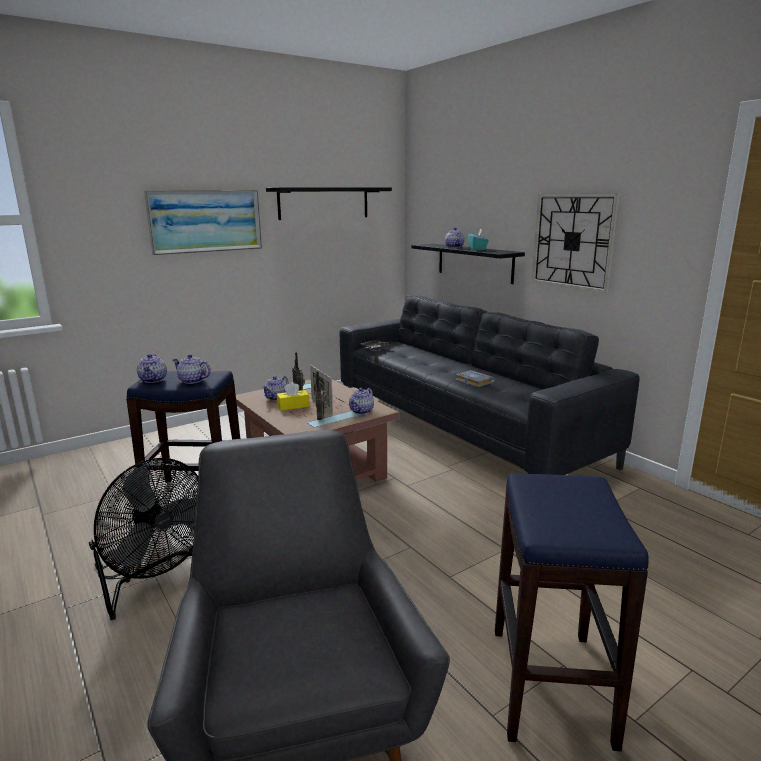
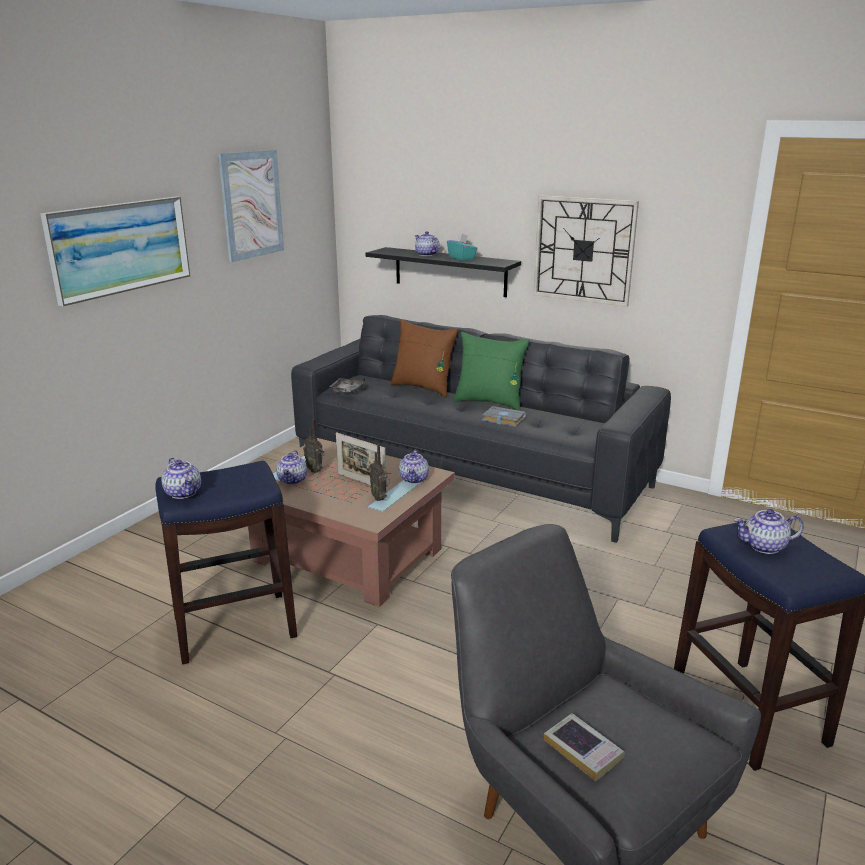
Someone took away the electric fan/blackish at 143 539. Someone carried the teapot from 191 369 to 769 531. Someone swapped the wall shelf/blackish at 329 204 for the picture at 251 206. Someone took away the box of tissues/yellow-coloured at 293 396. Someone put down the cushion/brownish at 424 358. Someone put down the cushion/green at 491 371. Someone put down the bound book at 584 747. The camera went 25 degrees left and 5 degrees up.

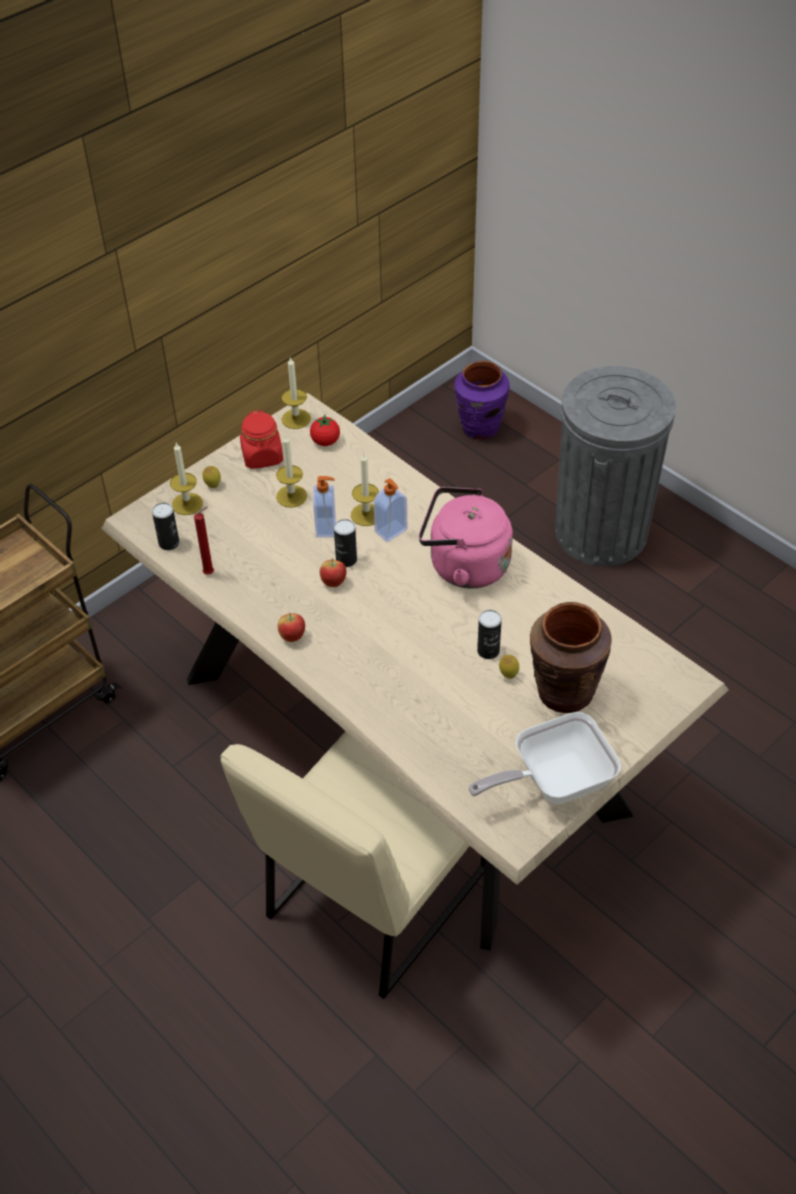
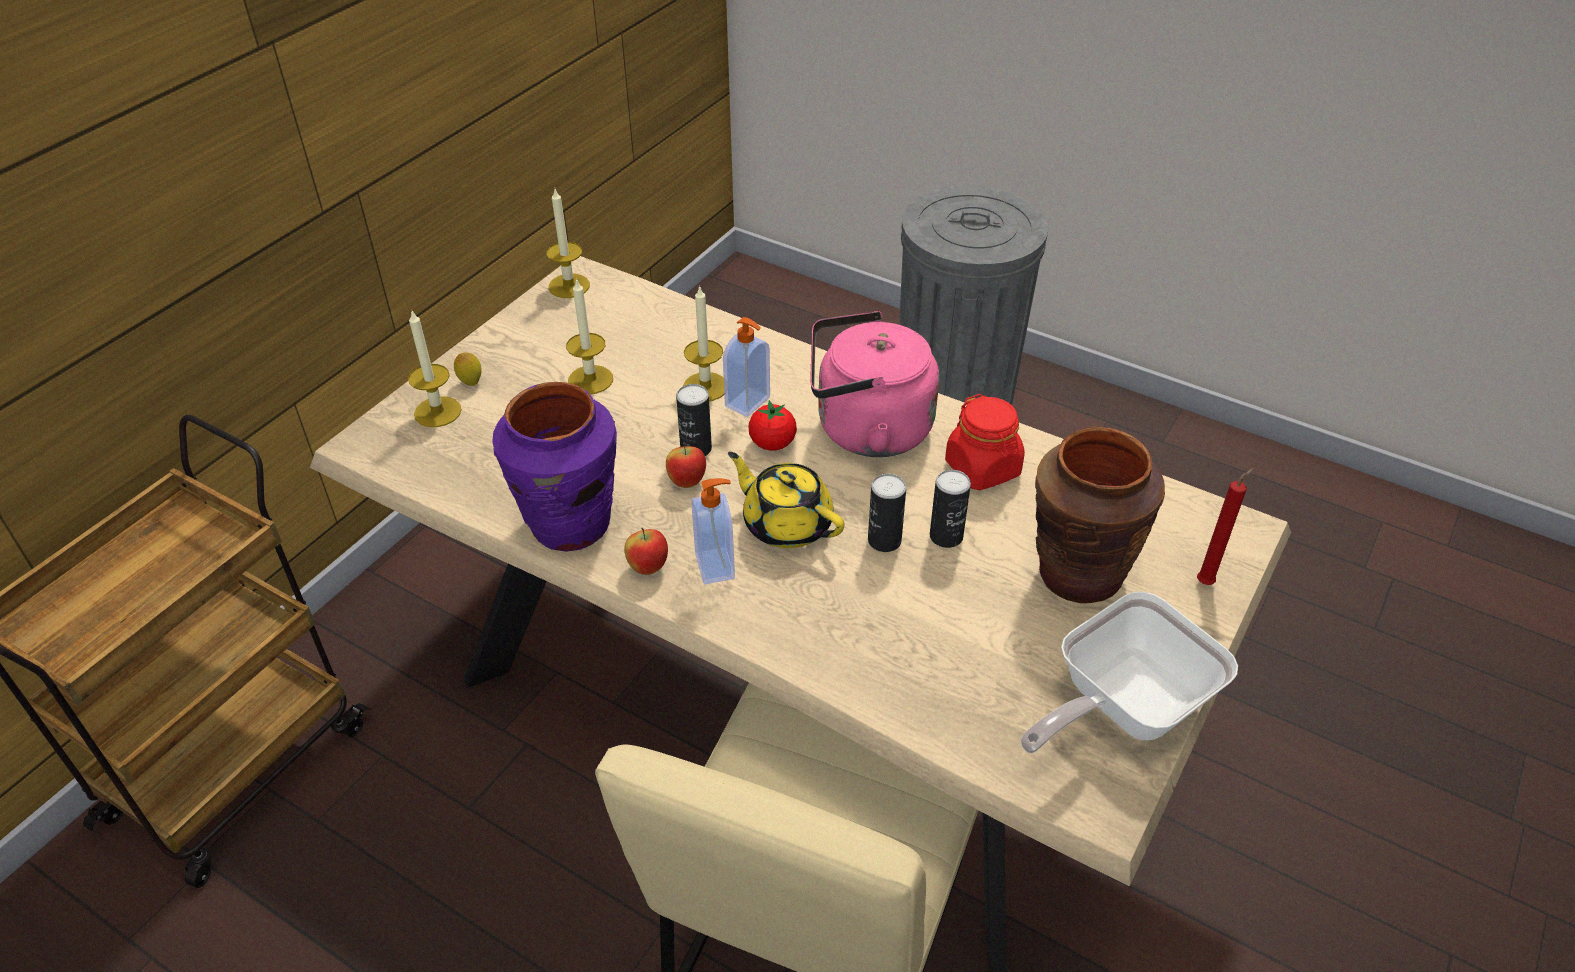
Someone carried the metal can from 165 526 to 887 513. Someone carried the candle/red-coloured from 204 541 to 1225 526. Someone carried the storage jar/red-coloured from 261 439 to 985 442. Someone carried the fresh tomato from 325 430 to 773 425. Someone carried the soap dispenser from 324 507 to 713 531. Someone carried the decorative vase/purplish from 482 400 to 554 467. Someone took away the whole lemon at 509 667. Someone put down the teapot/yellow-coloured at 786 500. The camera went 15 degrees left and 5 degrees down.

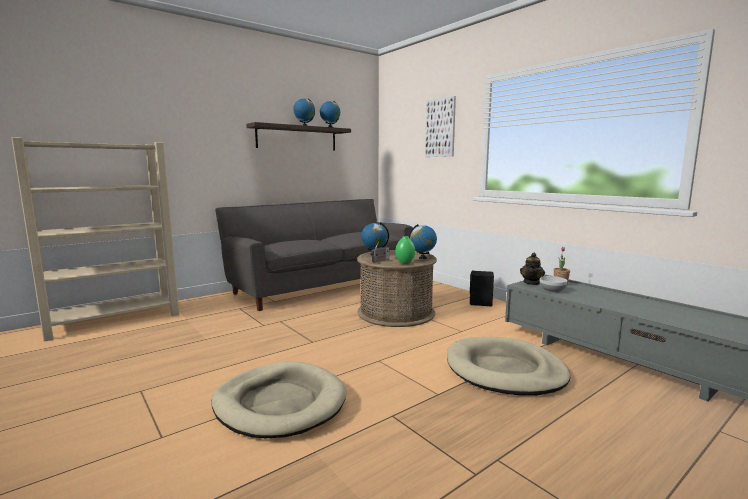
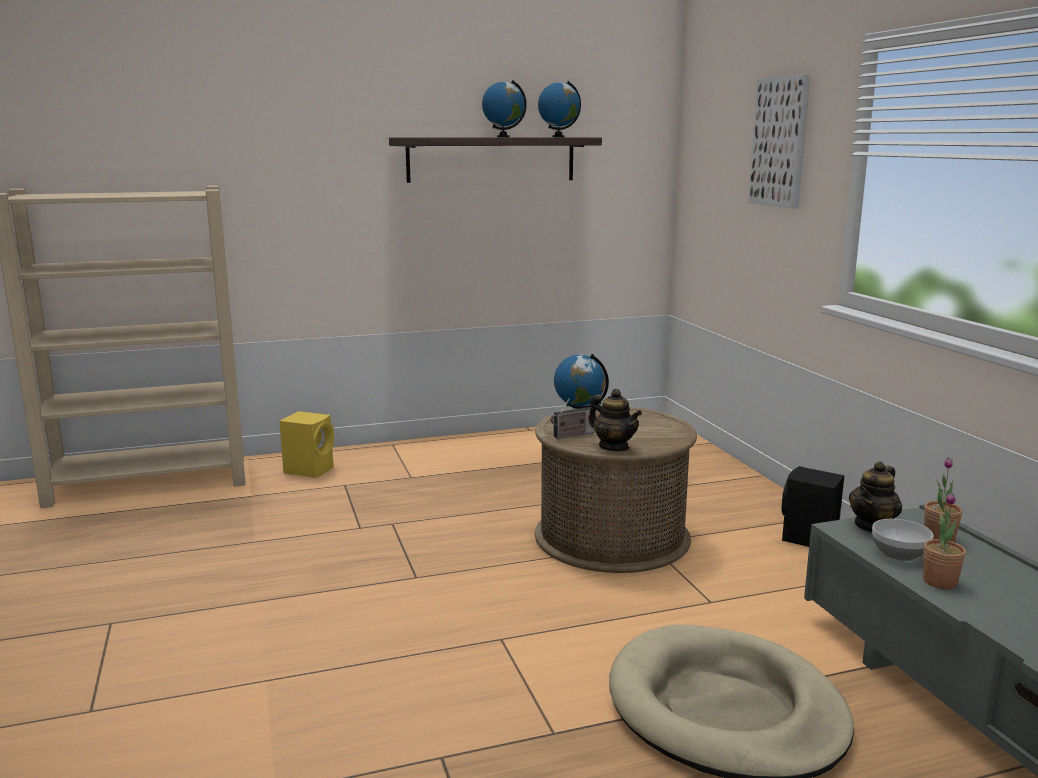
Someone took away the dog cushion/beige-coloured at 279 399. Someone took away the settee/gray at 314 255. Someone swapped the decorative vase/green at 405 250 for the teapot at 615 420. Someone took away the desk globe at 423 241. Someone put down the loudspeaker/yellow-coloured at 306 444. Someone put down the houseplant at 944 540. The camera went 20 degrees right and 5 degrees up.

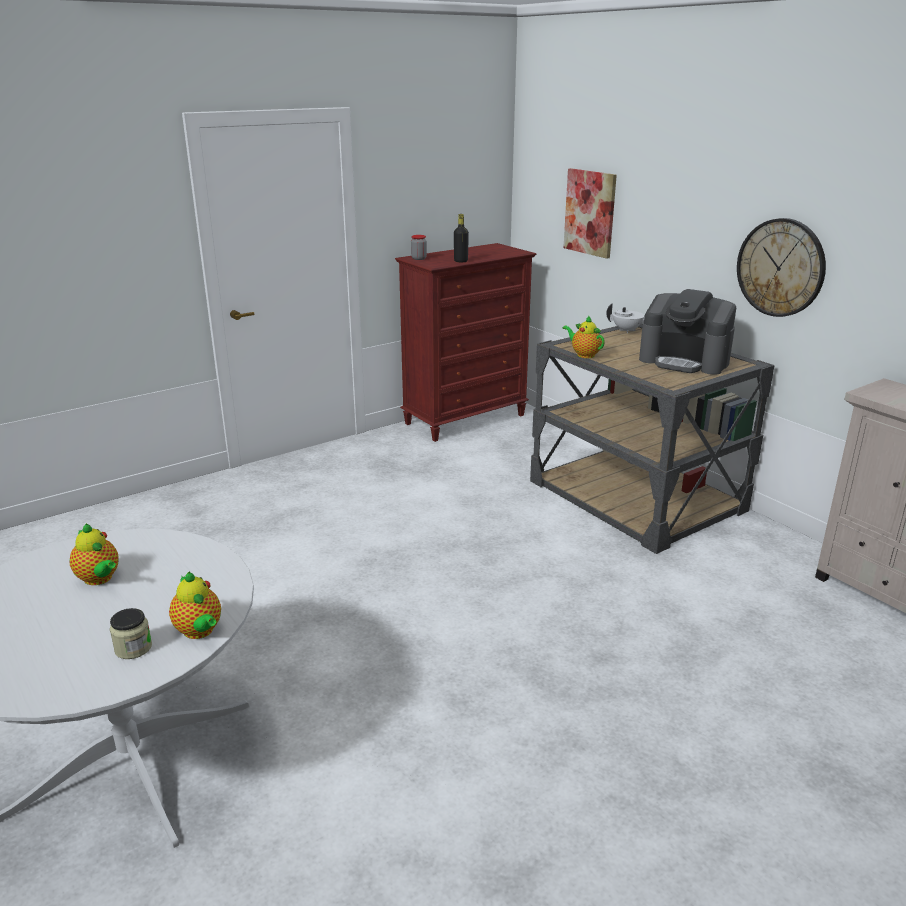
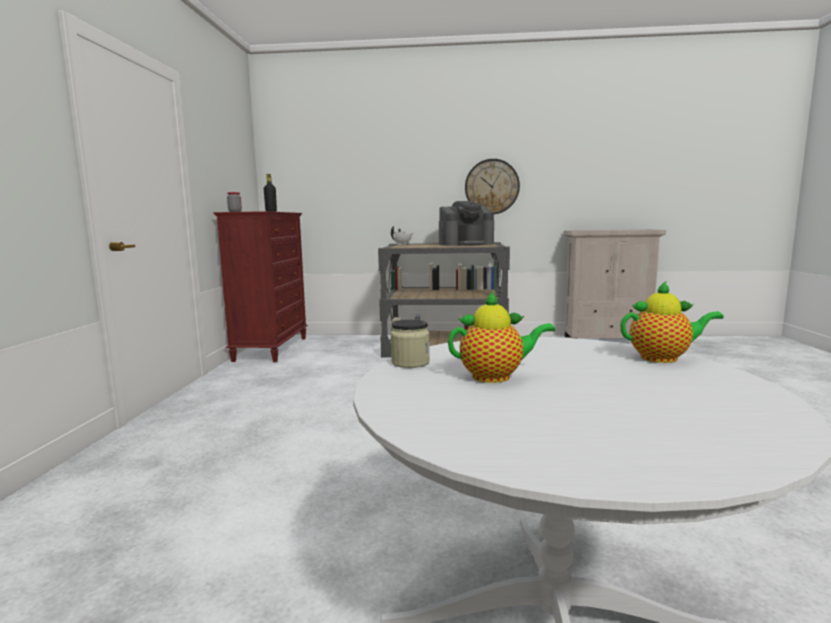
Someone carried the storage jar from 131 633 to 410 343. Someone took away the picture at 590 213. Someone took away the teapot at 584 336. The camera went 50 degrees left and 15 degrees down.

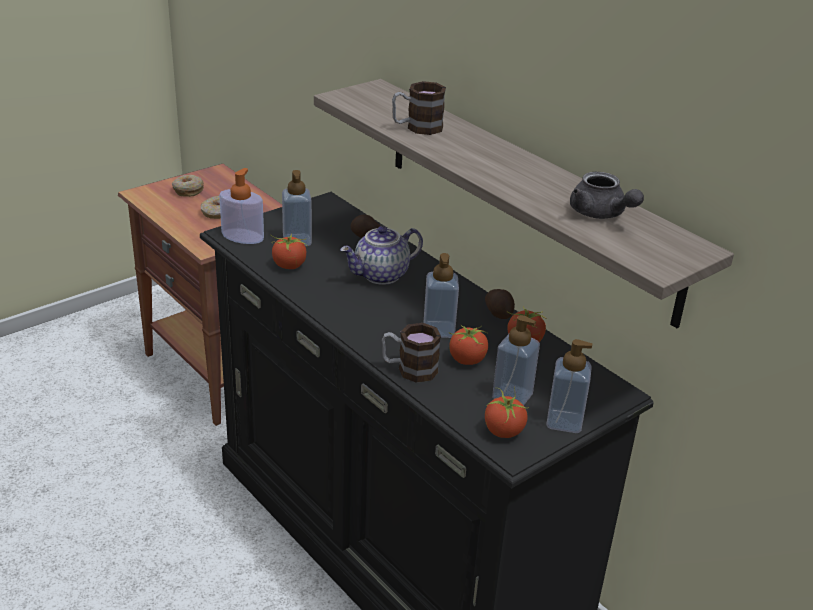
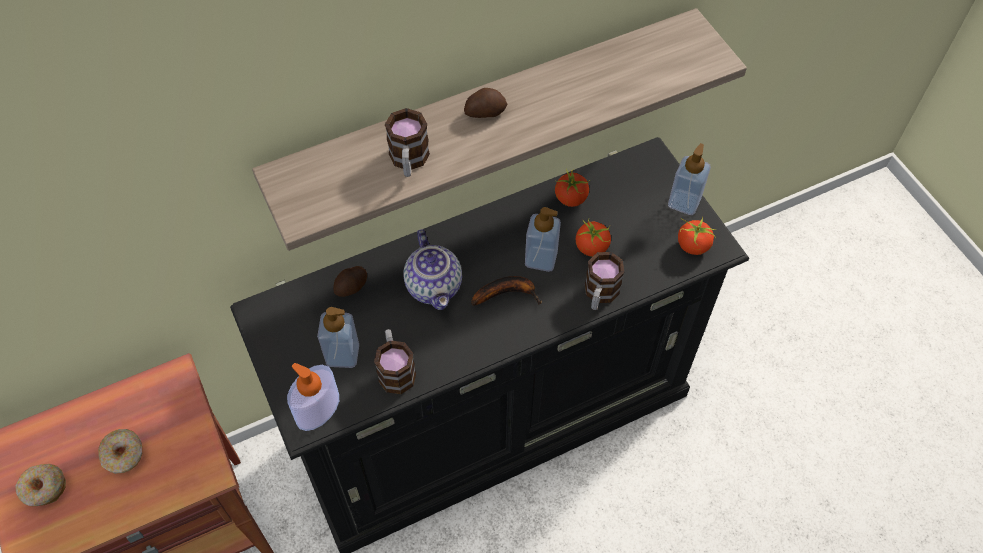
Someone swapped the fresh tomato at 289 251 for the mug at 395 361. Someone carried the potato from 500 304 to 485 103. Someone took away the soap dispenser at 516 360. Someone took away the teapot/gray at 607 195. Someone put down the whole banana at 506 291. The camera went 75 degrees left and 25 degrees up.

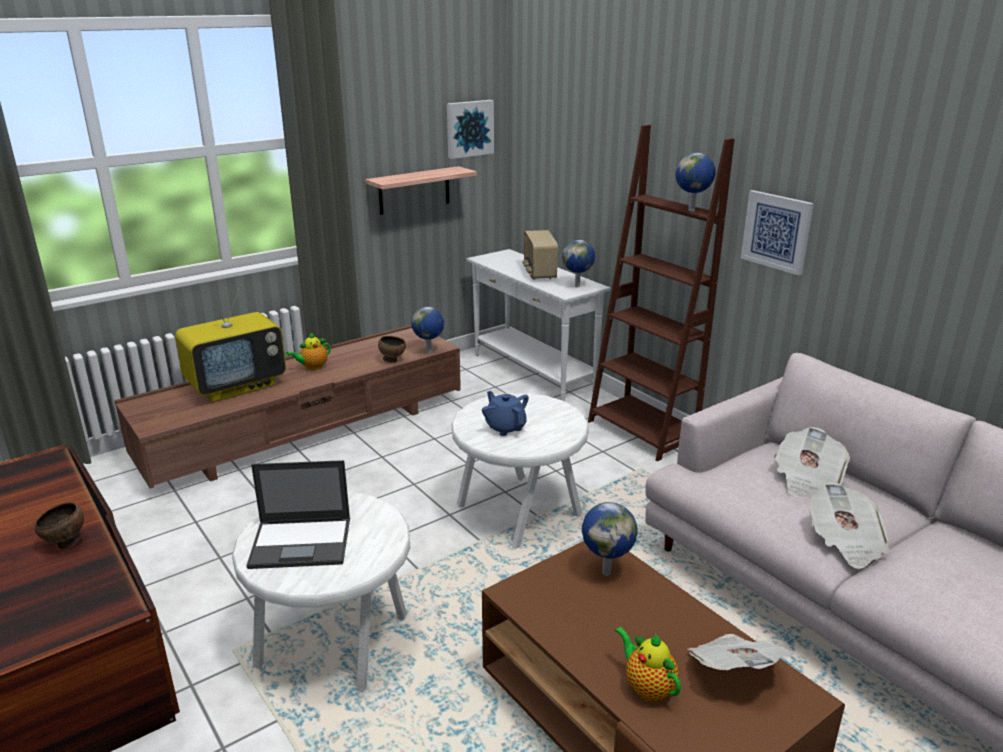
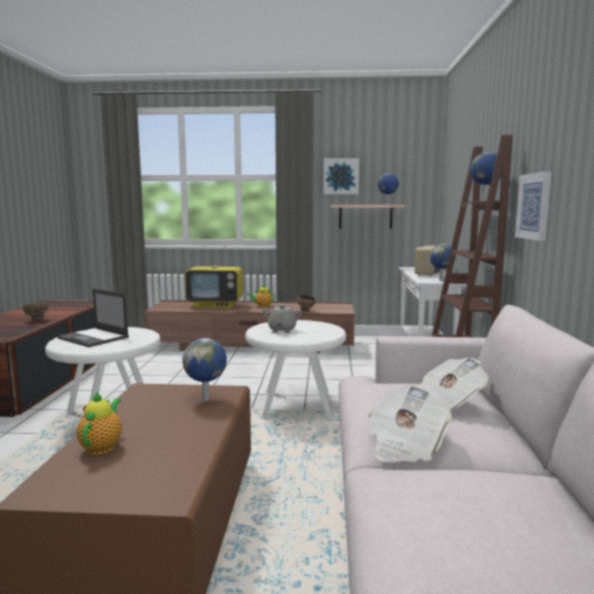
Someone carried the desk globe from 427 329 to 388 188. Someone carried the picture from 470 129 to 341 176. Someone repainted the teapot/blue at 505 413, which became the teapot/gray at 282 318. Someone took away the newspaper at 740 652. The camera went 40 degrees right and 15 degrees down.

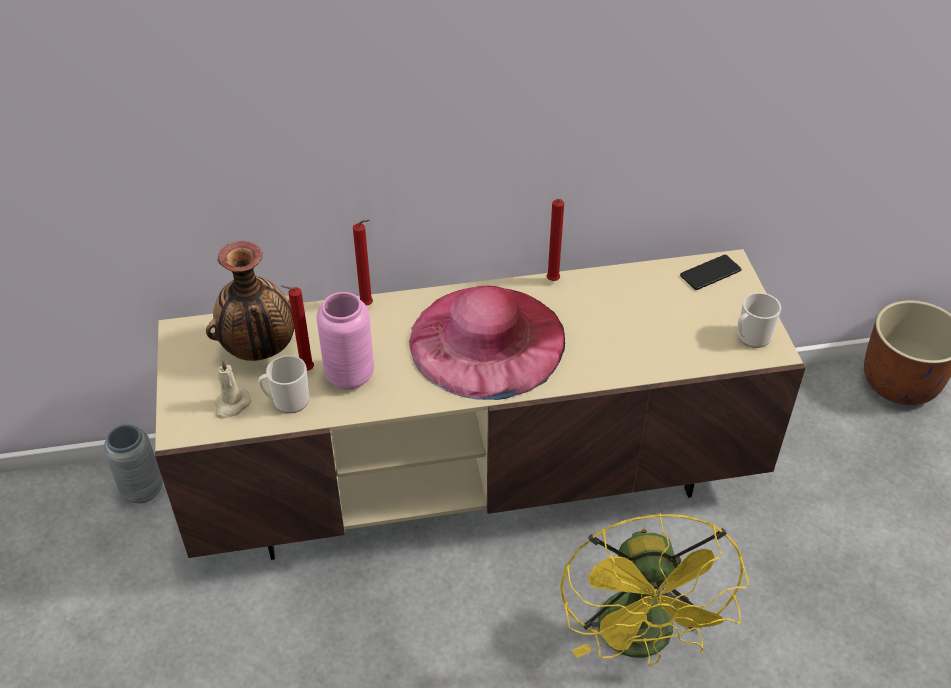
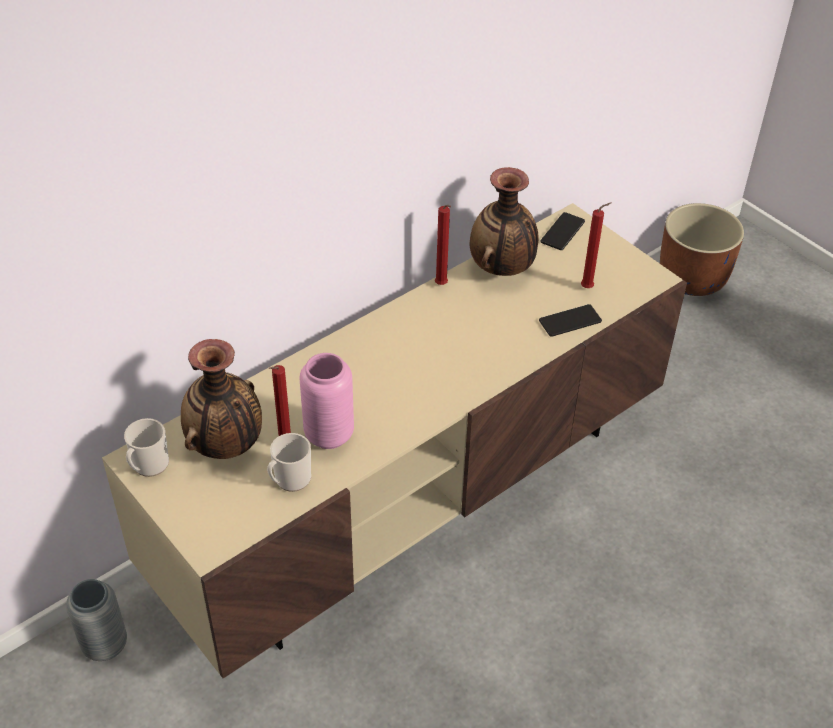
Someone took away the candle/beige-coloured at 233 389. Someone carried the candle/red-coloured from 363 263 to 596 245. Someone took away the hat/pink-coloured at 487 343. Someone took away the electric fan/yellow-coloured at 654 589. Someone carried the mug from 759 320 to 146 447. Someone put down the decorative vase at 504 221. Someone put down the phone at 570 320. The camera went 30 degrees left and 0 degrees up.

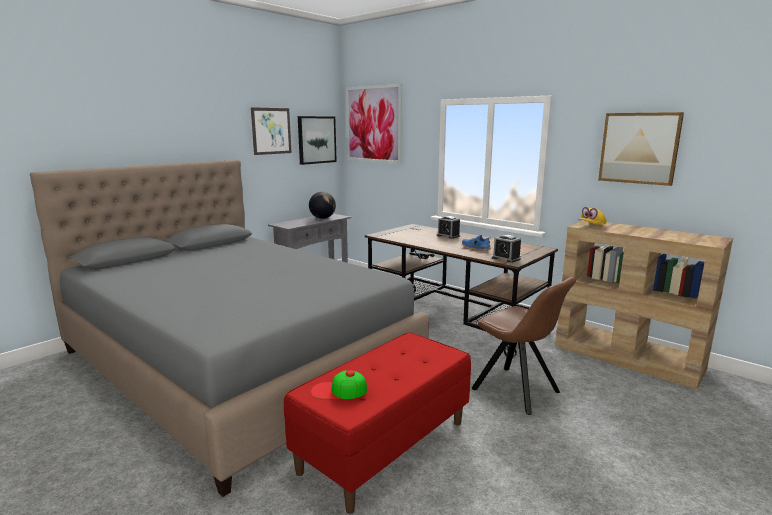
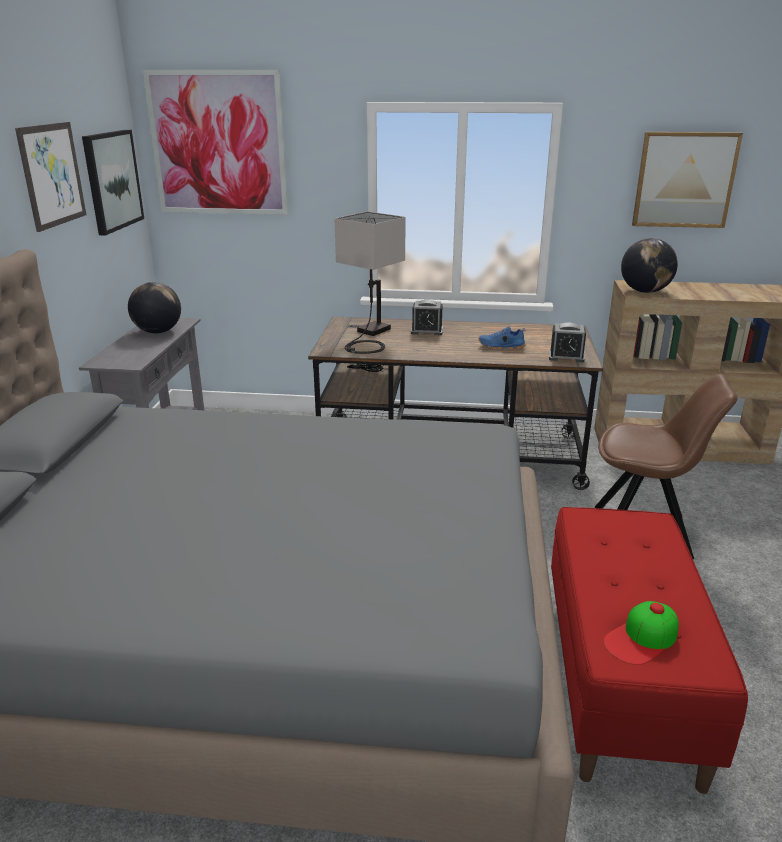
Someone swapped the cap/yellow-coloured at 592 216 for the desk globe at 649 265. Someone put down the tabletop lamp at 370 282. The camera went 35 degrees left and 10 degrees up.

